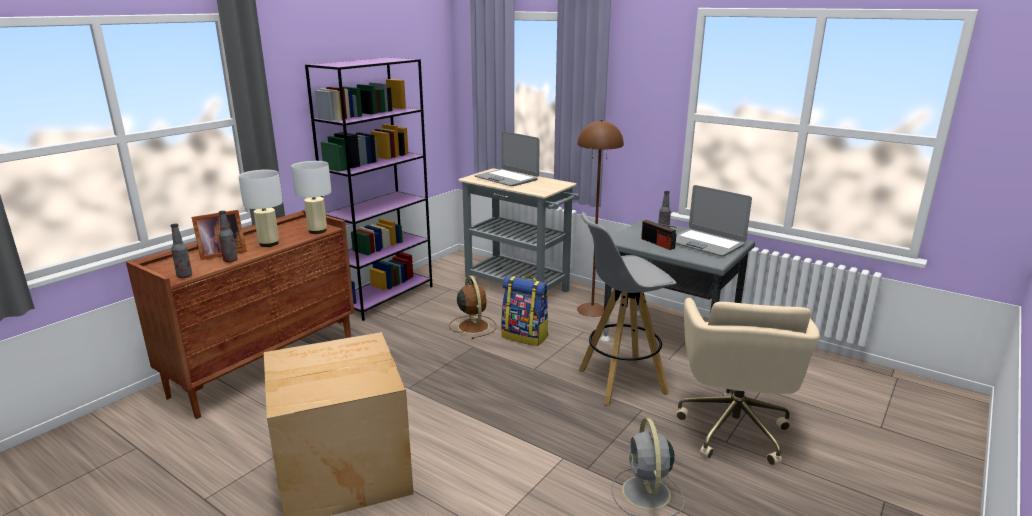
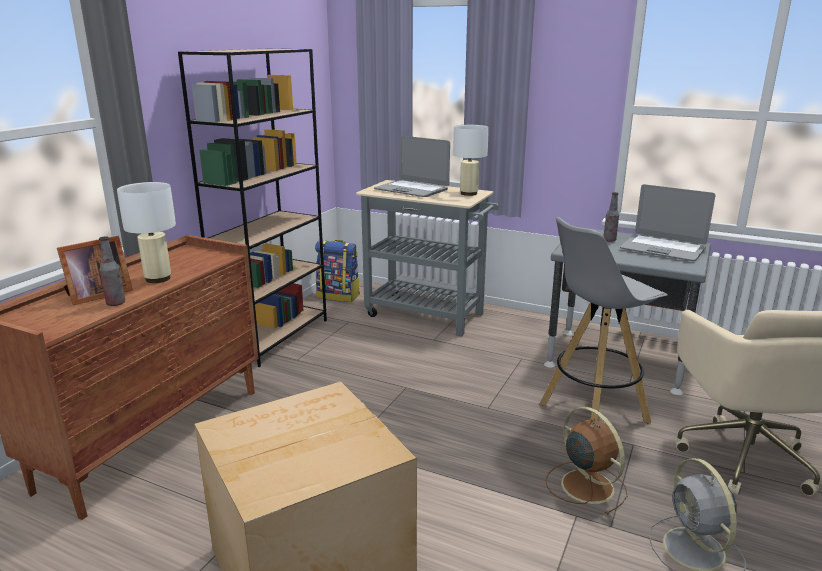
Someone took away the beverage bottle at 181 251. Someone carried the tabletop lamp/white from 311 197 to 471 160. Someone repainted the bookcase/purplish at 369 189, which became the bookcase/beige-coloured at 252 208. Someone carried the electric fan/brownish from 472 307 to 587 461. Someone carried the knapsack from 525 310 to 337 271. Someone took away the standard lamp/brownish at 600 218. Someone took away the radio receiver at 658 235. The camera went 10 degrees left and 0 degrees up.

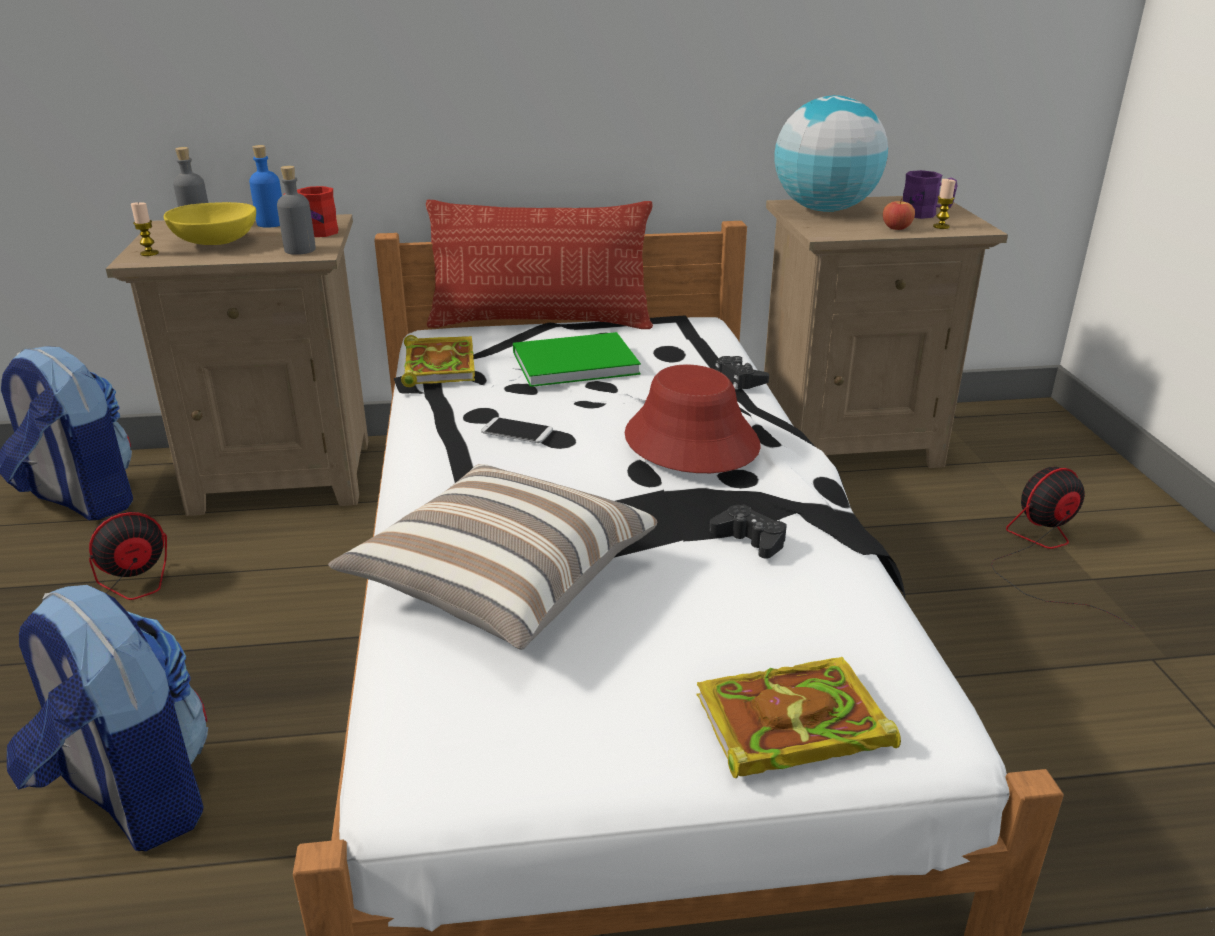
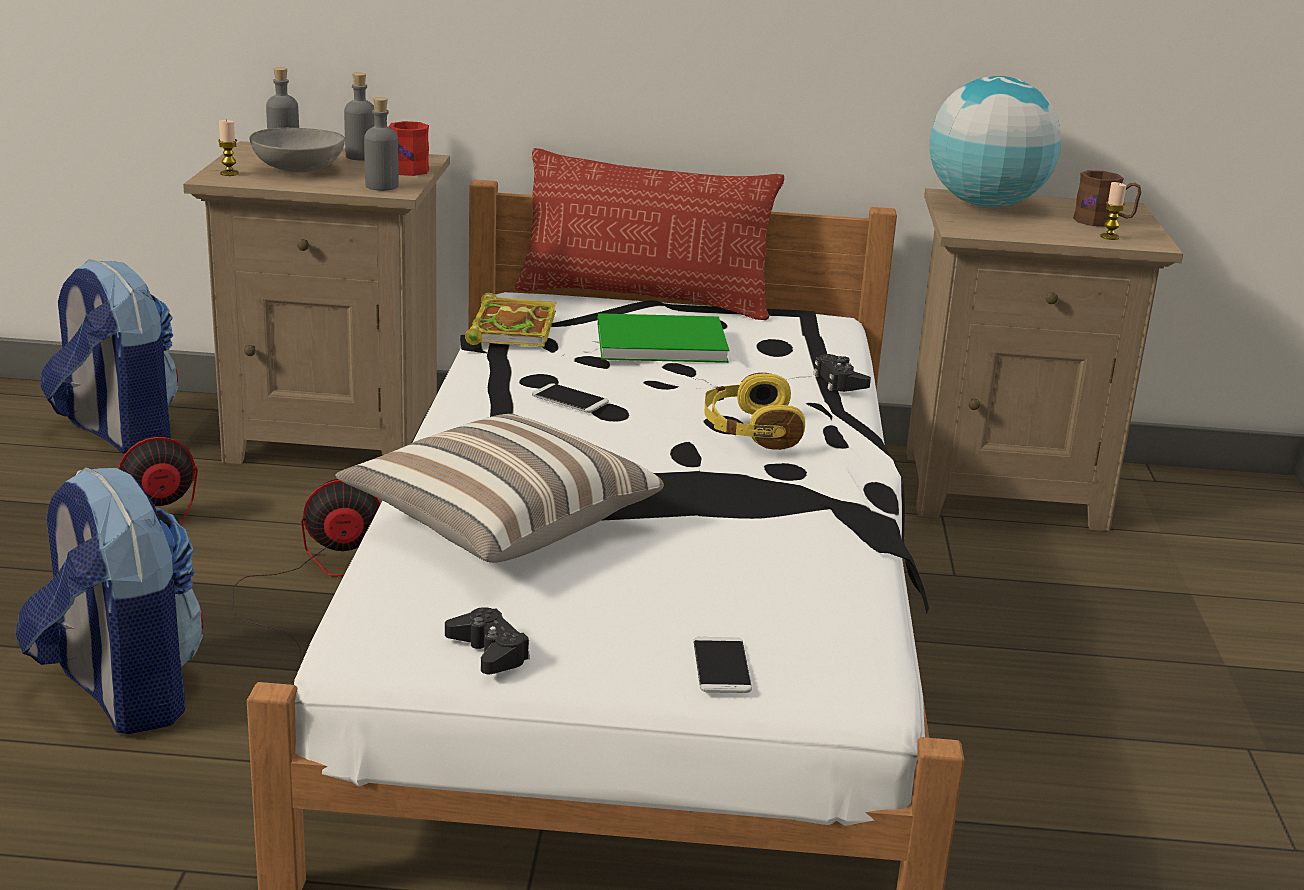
Someone repainted the bowl/yellow-coloured at 210 223, which became the bowl/gray at 297 150. Someone repainted the beverage bottle/blue at 265 186, which became the beverage bottle/gray at 359 116. Someone swapped the hat/red-coloured at 693 419 for the headset/yellow-coloured at 755 411. Someone swapped the bound book at 799 717 for the phone at 722 665. Someone carried the gamepad/blackish from 748 532 to 487 640. Someone took away the apple fruit at 899 214. Someone repainted the mug/purplish at 930 194, which became the mug/brownish at 1107 198. Someone carried the electric fan from 1063 548 to 306 569. The camera went 10 degrees right and 5 degrees down.

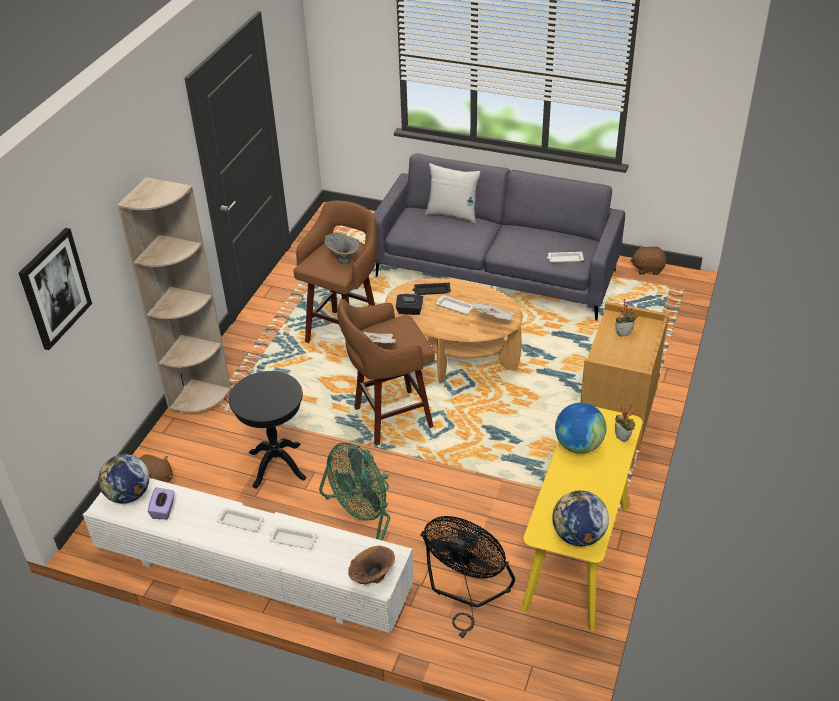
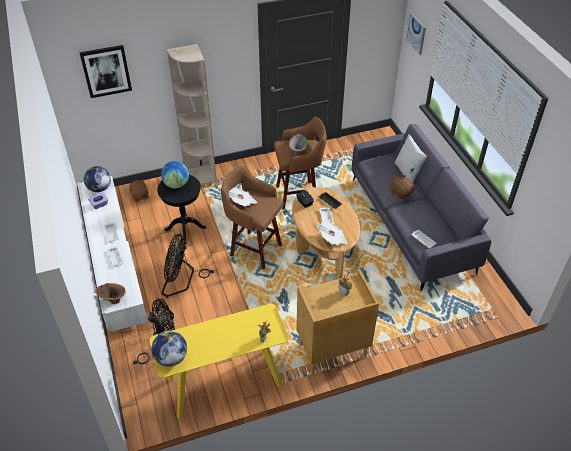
Someone repainted the electric fan/green at 354 492, which became the electric fan/blackish at 188 266. Someone carried the desk globe from 580 428 to 175 174. Someone carried the plush toy/brownish from 648 260 to 403 187. Someone put up the picture at 416 34. The camera went 50 degrees right and 5 degrees up.

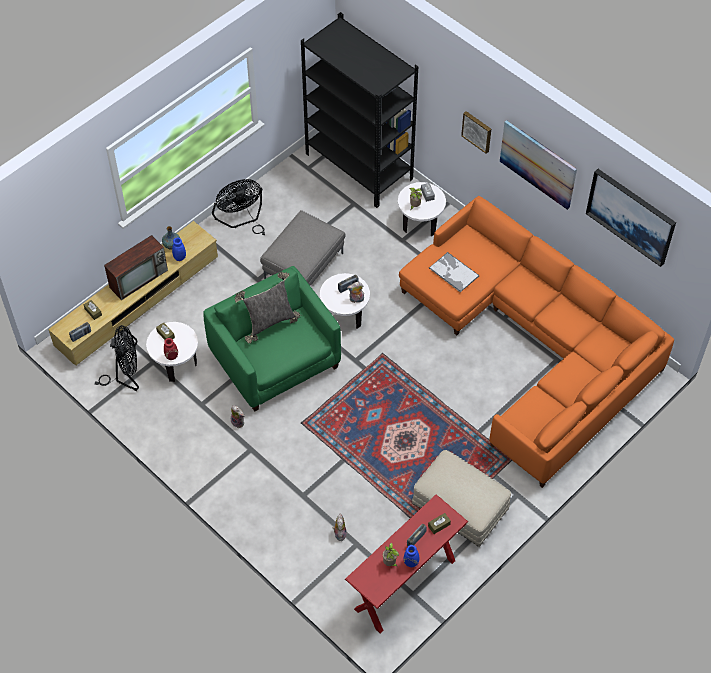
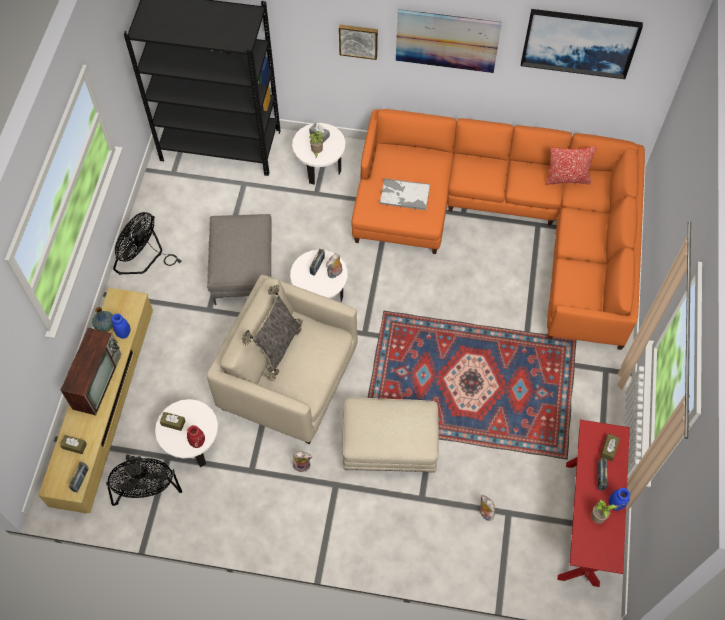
Someone rotated the electric fan/blackish at 116 358 by 120 degrees clockwise. Someone repainted the easy chair/green at 272 339, which became the easy chair/beige-coloured at 282 359. Someone carried the pouffe/beige-coloured from 461 498 to 390 435. Someone put down the cushion at 571 166. The camera went 35 degrees left and 5 degrees up.

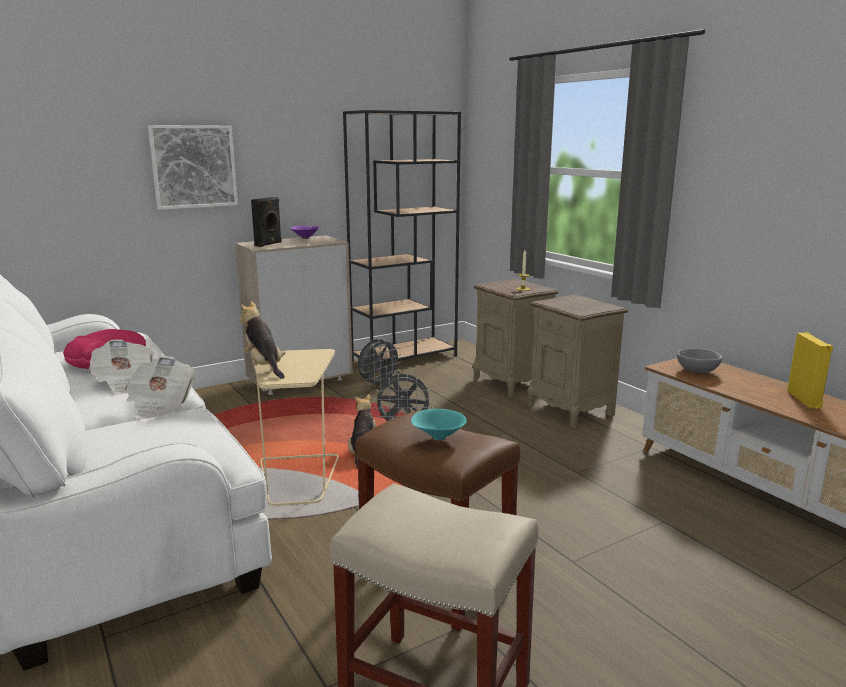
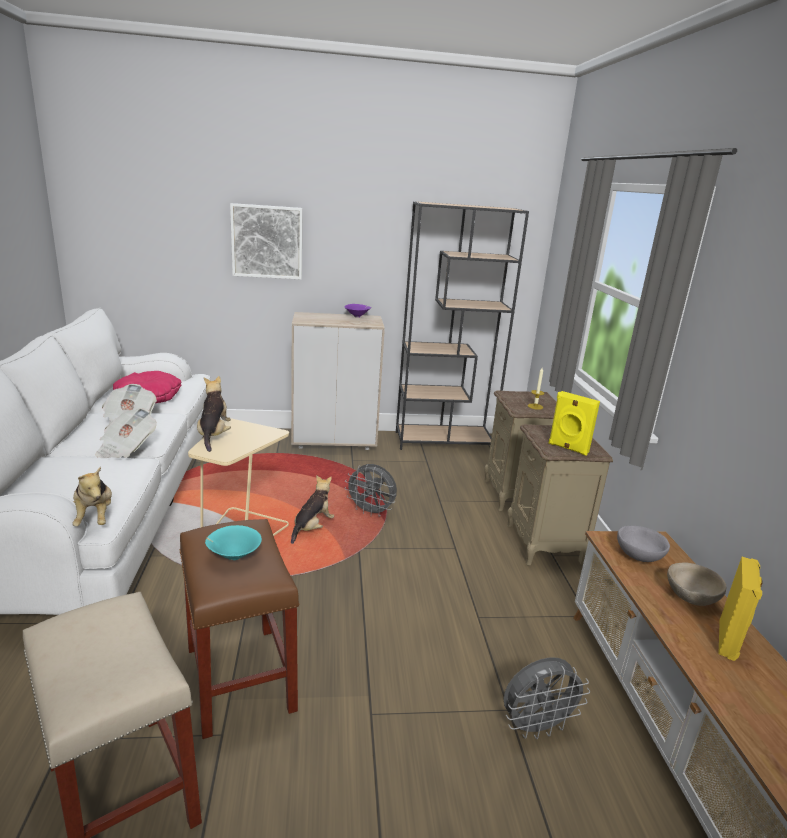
Someone took away the loudspeaker/blackish at 266 222. Someone carried the electric fan/gray from 380 363 to 547 698. Someone put down the plush toy at 92 496. Someone put down the loudspeaker/yellow-coloured at 574 423. Someone put down the bowl/beige-coloured at 696 584. The camera went 25 degrees right and 5 degrees up.

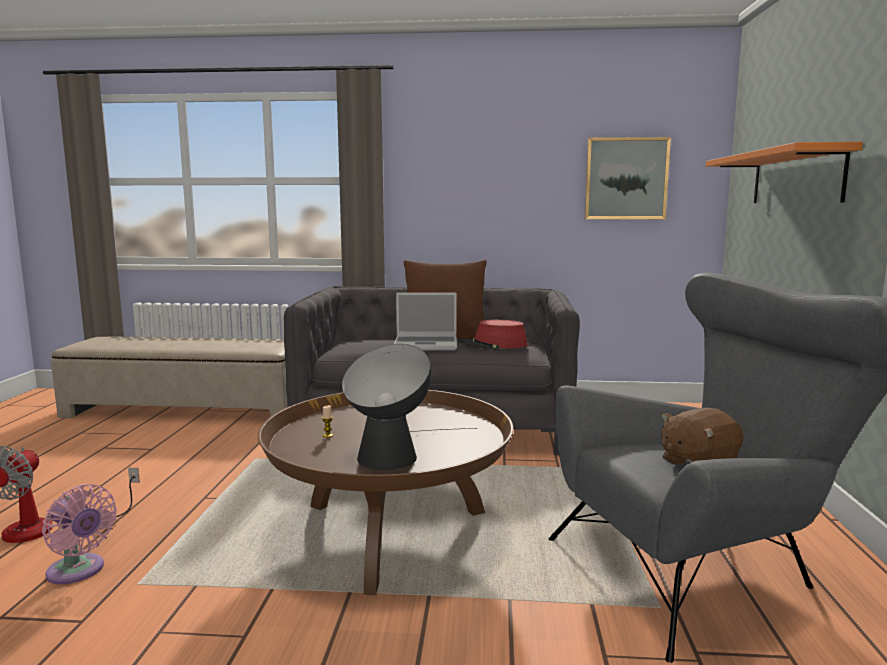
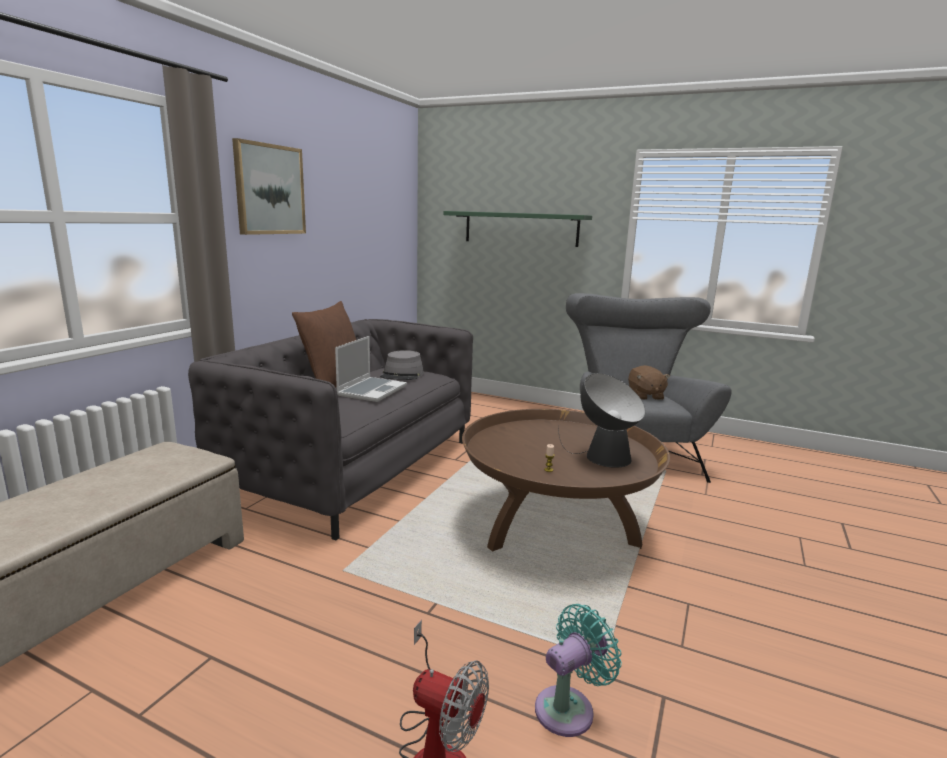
Someone repainted the electric fan/pink-coloured at 79 534, which became the electric fan/turquoise at 578 670. Someone repainted the hat/red-coloured at 494 335, which became the hat/gray at 402 365. Someone carried the picture from 628 178 to 269 186. Someone repainted the wall shelf/orange at 784 172, which became the wall shelf/green at 518 229. The camera went 70 degrees left and 5 degrees up.

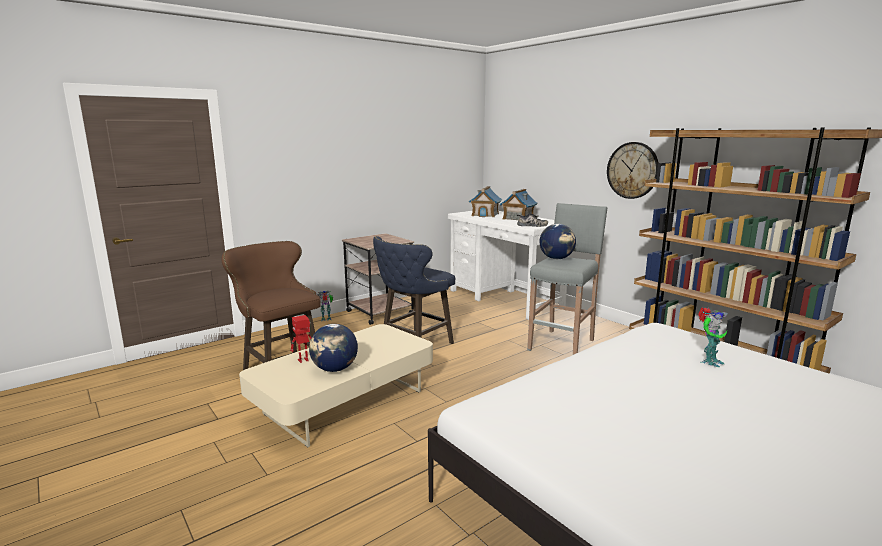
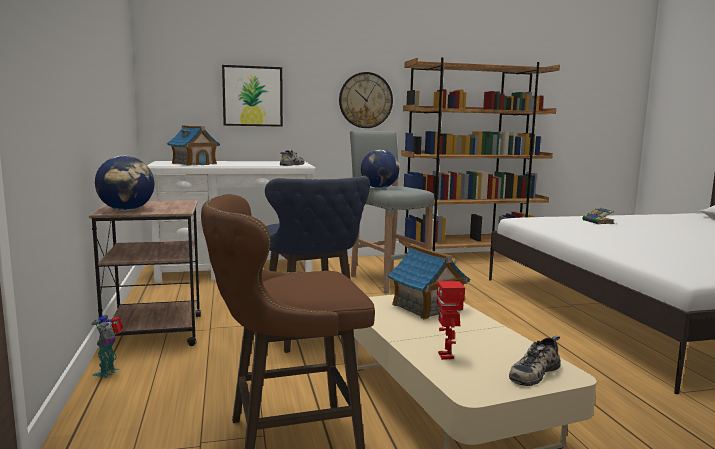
Someone carried the desk globe from 333 348 to 124 183. Someone carried the toy house from 519 204 to 429 281. Someone swapped the robot figure at 713 337 for the bound book at 598 215. Someone put up the picture at 252 96. Someone put down the item of footwear at 535 361. The camera went 65 degrees left and 5 degrees down.

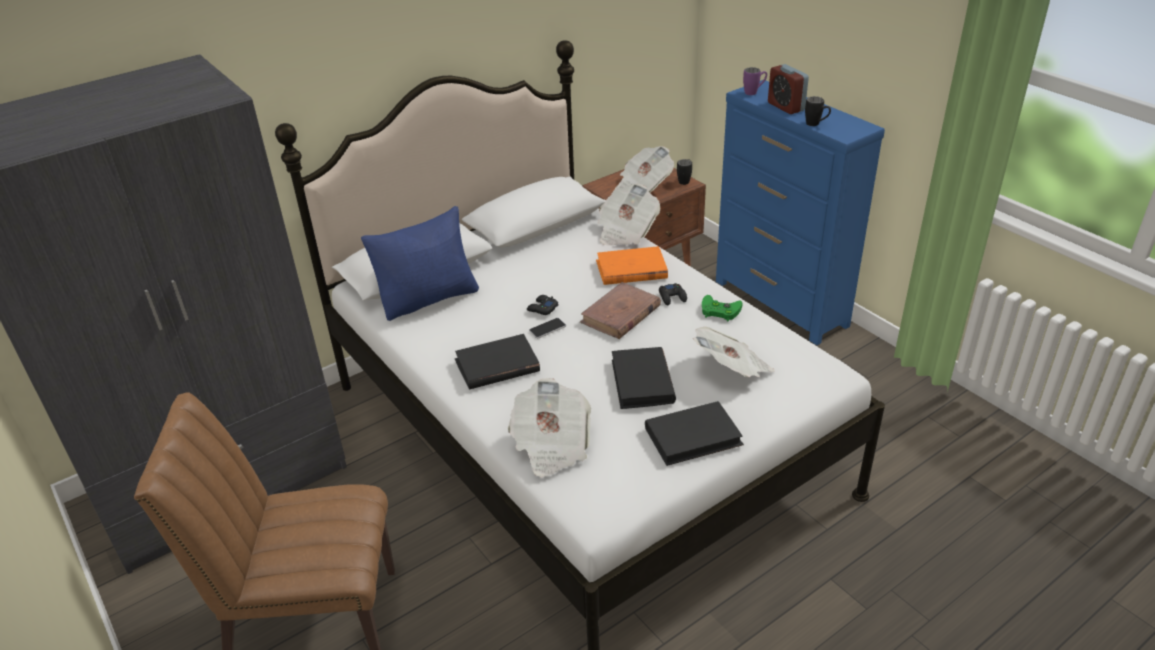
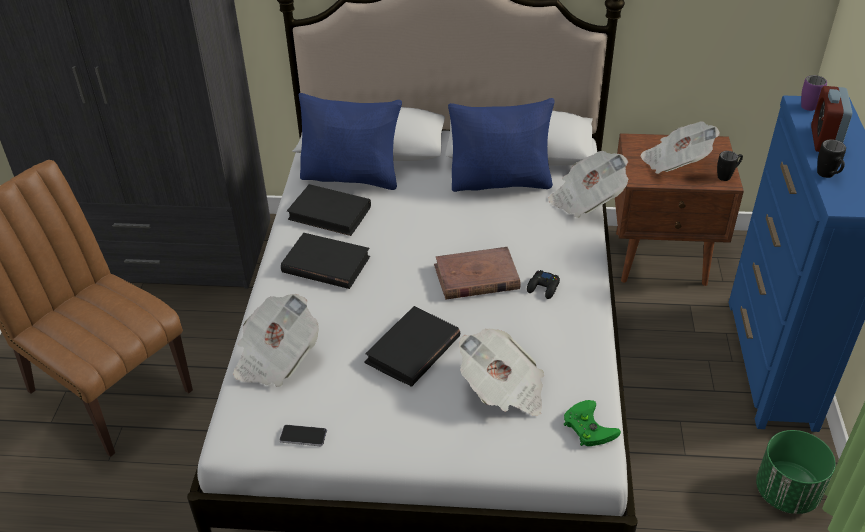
Someone took away the gamepad/blackish at 542 305. Someone carried the phone from 547 328 to 303 435. Someone took away the bound book/orange at 632 265. Someone carried the bound book/blackish from 694 433 to 329 210. Someone carried the gamepad/green from 722 308 to 592 423. Someone put down the cushion/blue at 501 145. Someone put down the planter/green at 796 472. The camera went 40 degrees right and 5 degrees up.

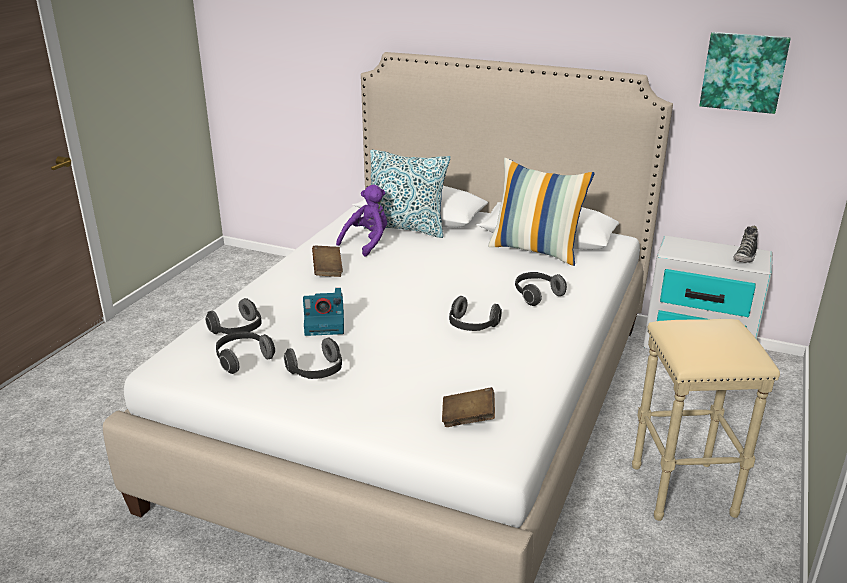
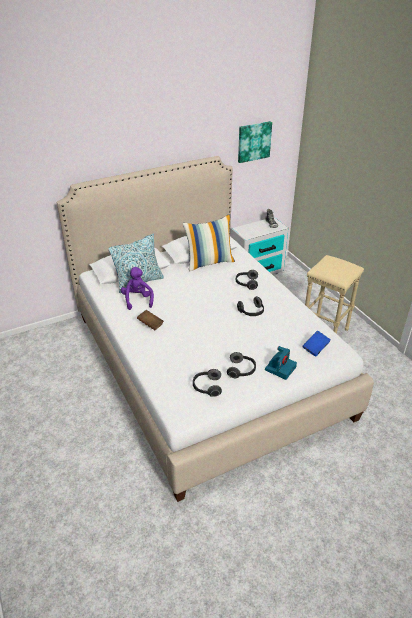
Someone took away the headset at 233 316. Someone carried the still camera from 323 312 to 281 363. Someone repainted the bound book/brownish at 468 407, which became the bound book/blue at 316 344. The camera went 50 degrees left and 10 degrees up.

